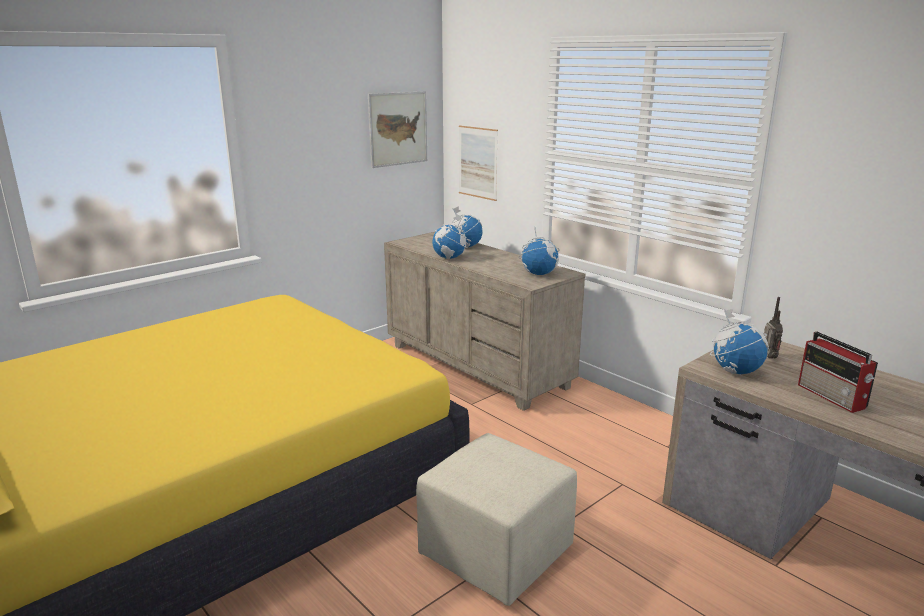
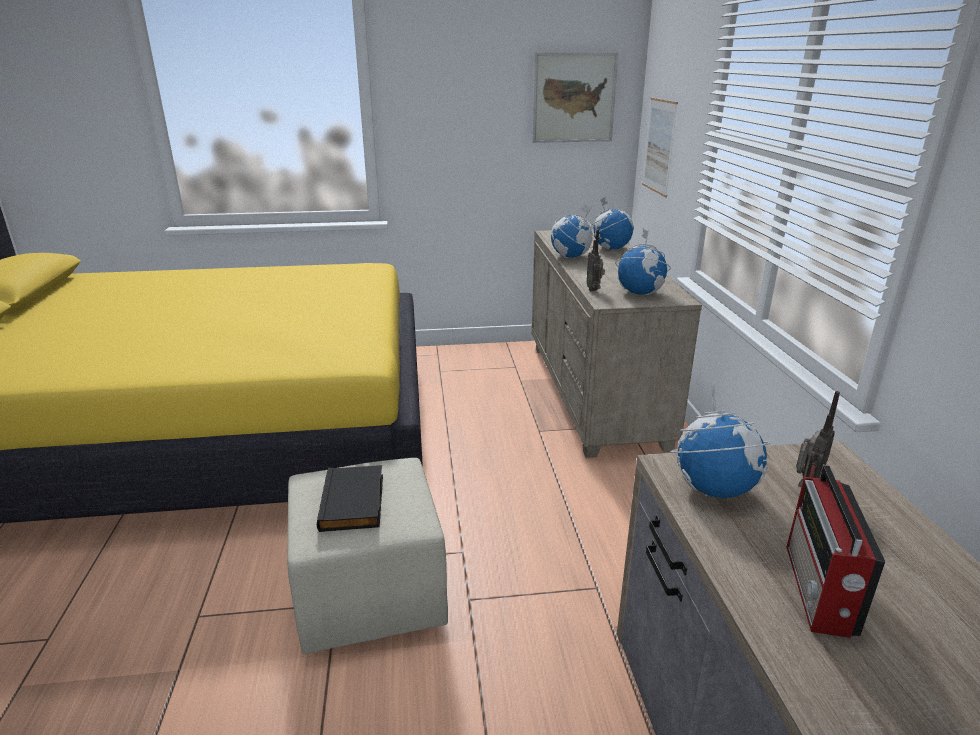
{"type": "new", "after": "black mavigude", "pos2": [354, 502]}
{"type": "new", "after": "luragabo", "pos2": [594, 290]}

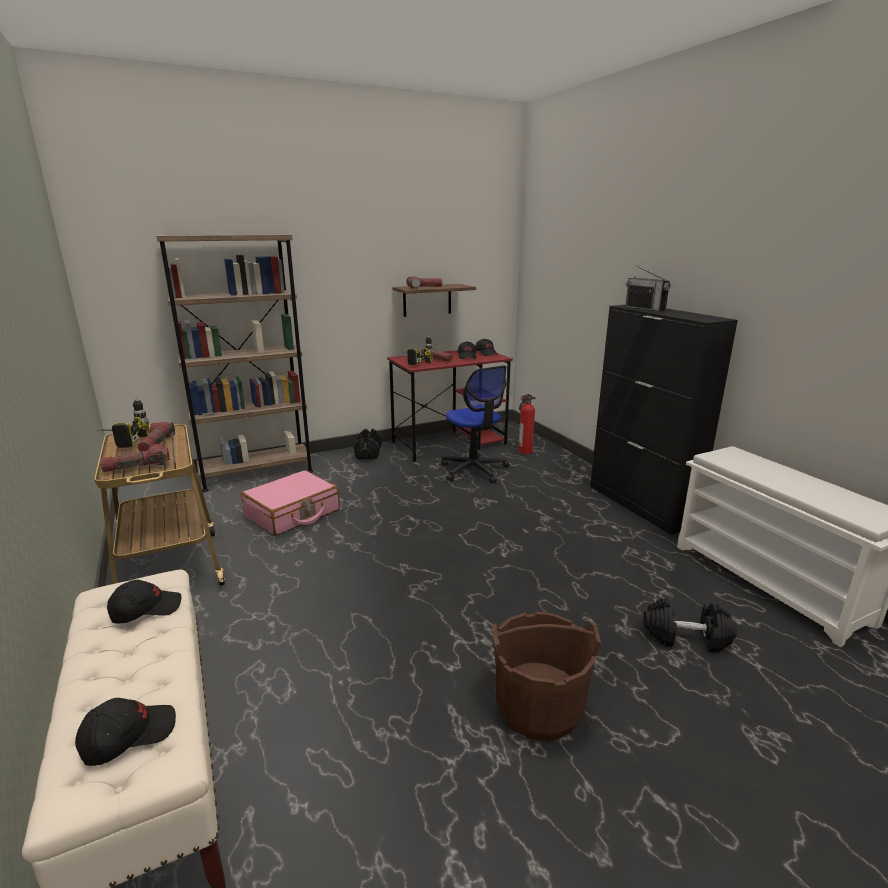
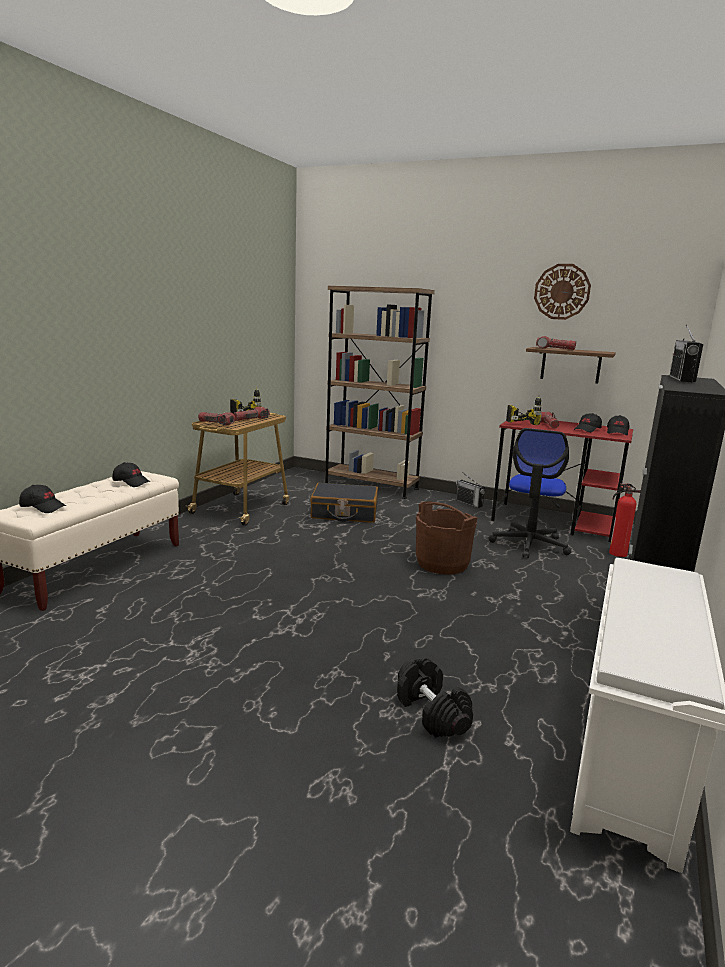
{"type": "new", "after": "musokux", "pos2": [562, 291]}
{"type": "shifted", "before": "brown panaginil", "pos1": [538, 707], "pos2": [442, 564]}
{"type": "swapped", "before": "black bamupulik", "after": "luragabo", "pos1": [368, 453], "pos2": [469, 503]}
{"type": "repainted", "before": "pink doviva", "after": "black doviva", "pos1": [292, 513], "pos2": [344, 513]}

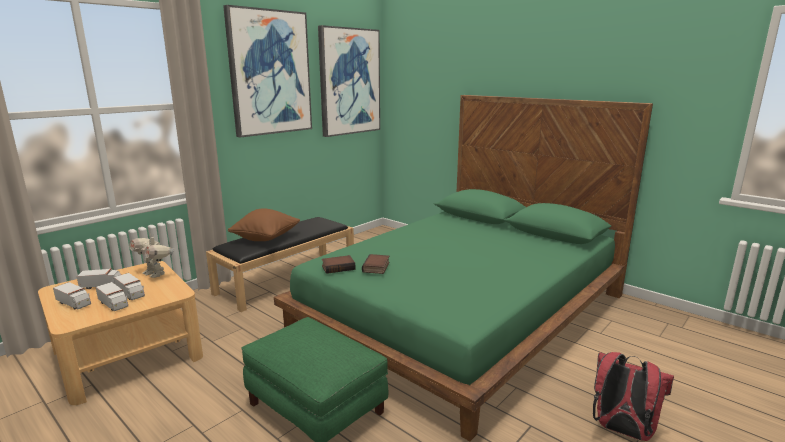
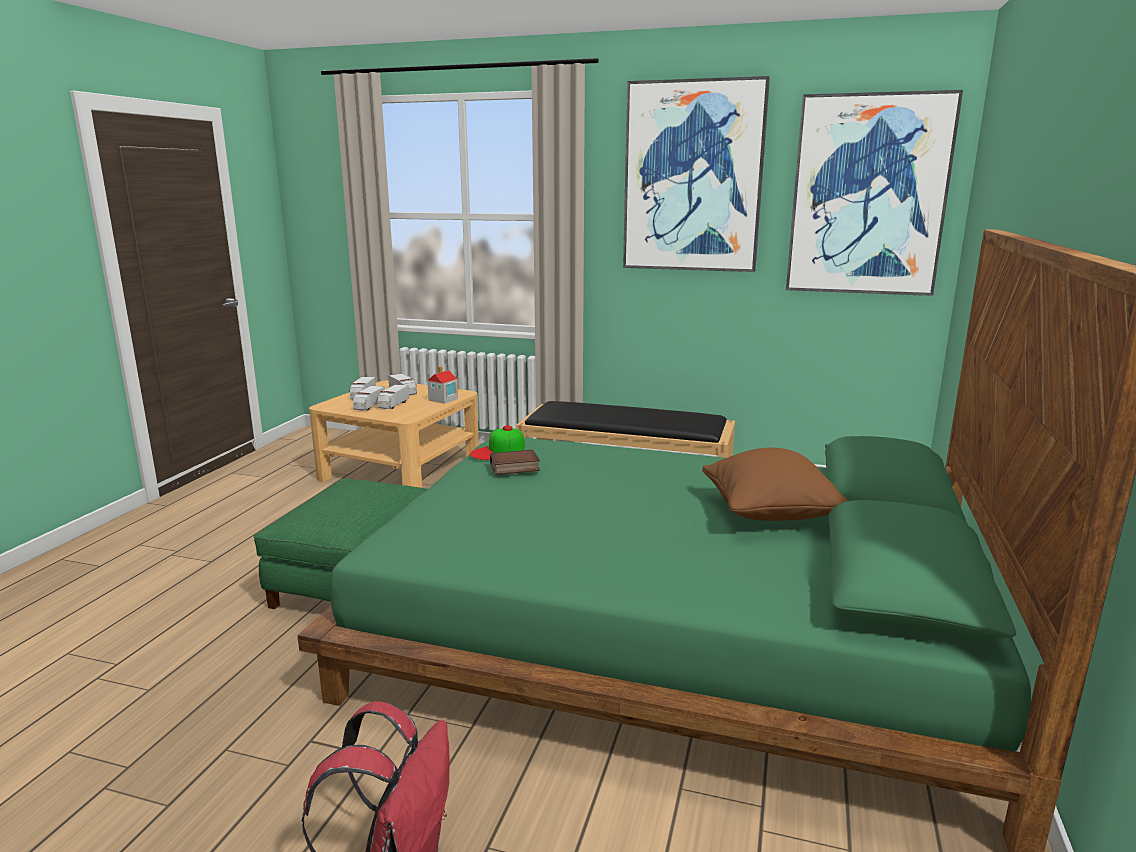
{"type": "shifted", "before": "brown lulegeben", "pos1": [266, 239], "pos2": [769, 516]}
{"type": "swapped", "before": "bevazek", "after": "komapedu", "pos1": [155, 274], "pos2": [443, 399]}
{"type": "swapped", "before": "mavigude", "after": "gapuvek", "pos1": [338, 267], "pos2": [498, 450]}

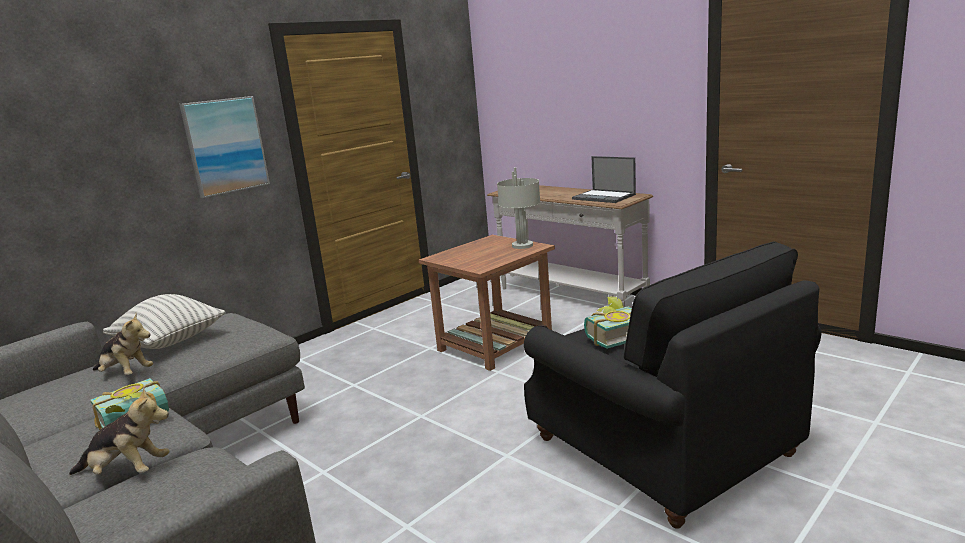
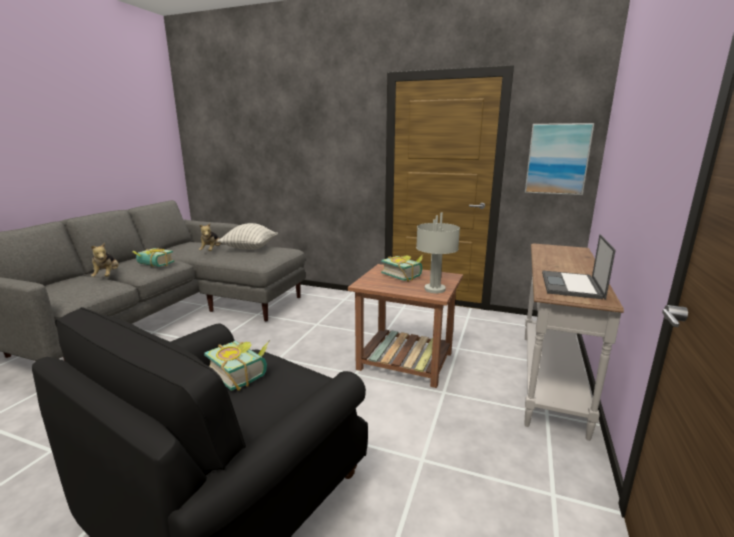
{"type": "new", "after": "mavigude", "pos2": [404, 275]}
{"type": "shifted", "before": "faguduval", "pos1": [225, 146], "pos2": [557, 159]}

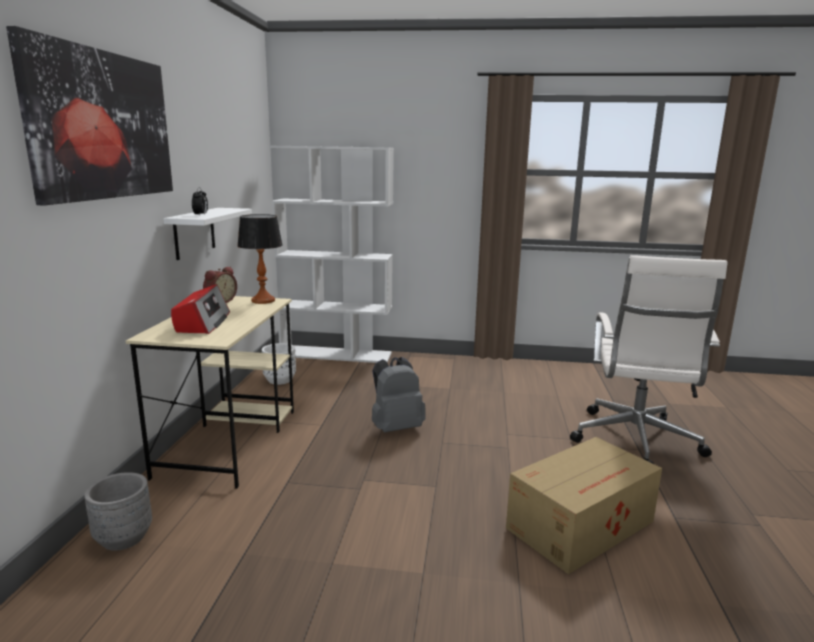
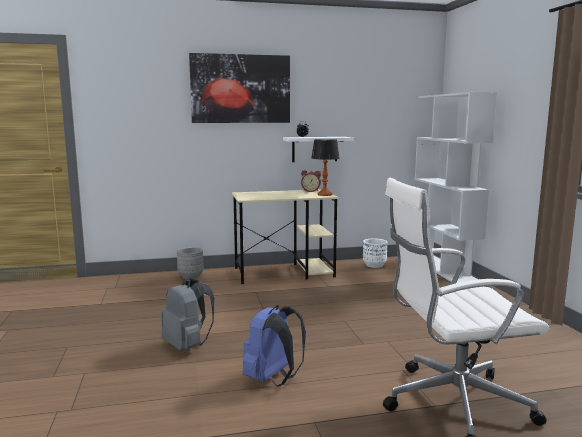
{"type": "gone", "before": "luragabo", "pos1": [202, 322]}
{"type": "shifted", "before": "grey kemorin", "pos1": [395, 427], "pos2": [187, 346]}
{"type": "swapped", "before": "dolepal", "after": "blue kemorin", "pos1": [582, 524], "pos2": [273, 379]}

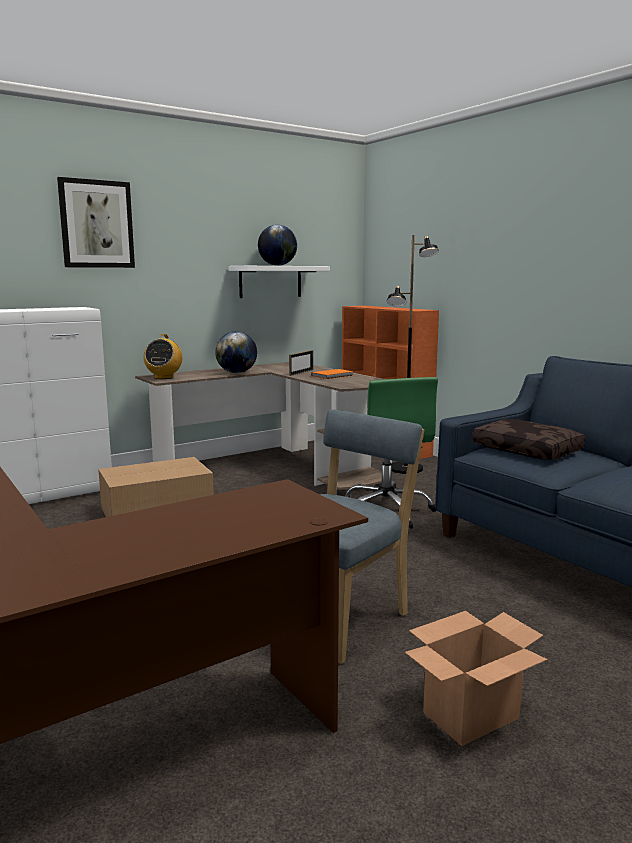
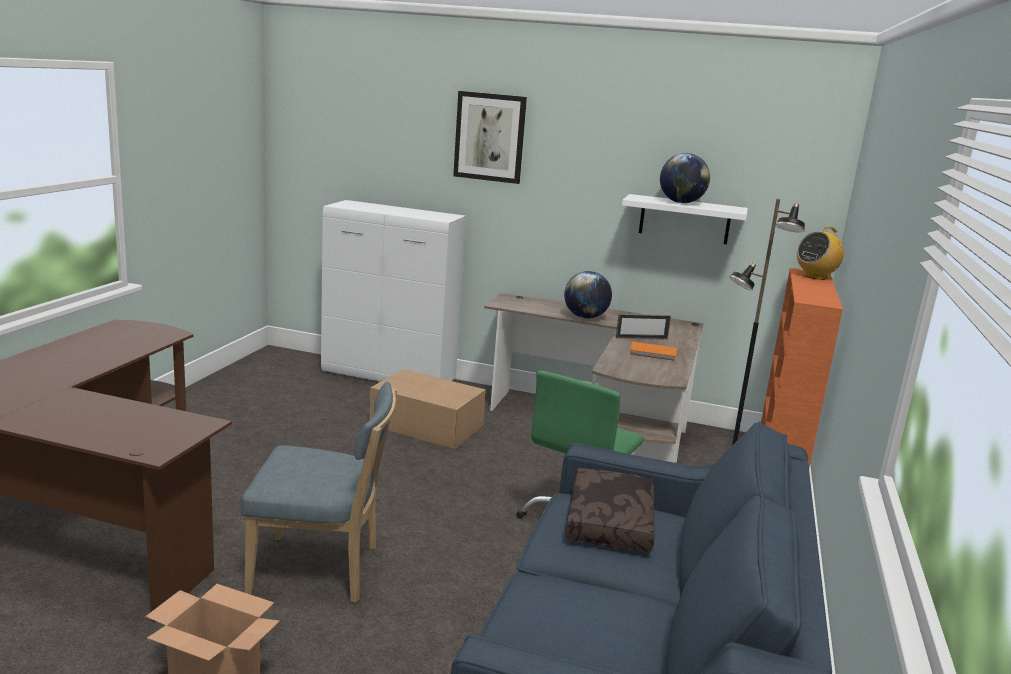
{"type": "shifted", "before": "luragabo", "pos1": [164, 377], "pos2": [815, 277]}

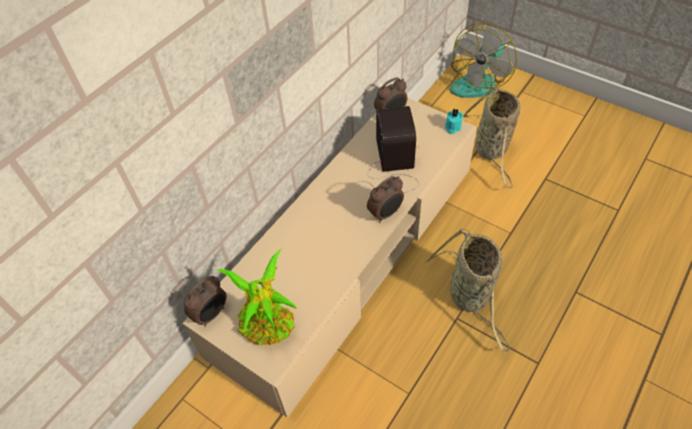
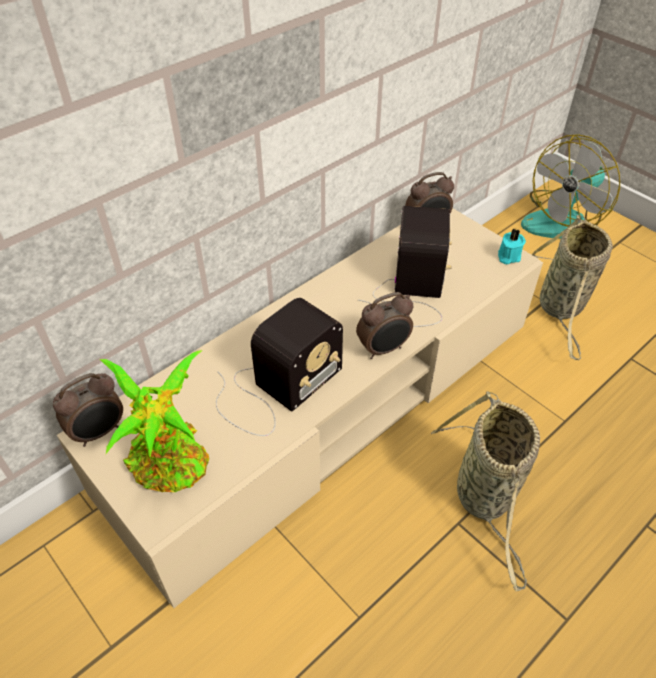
{"type": "new", "after": "luragabo", "pos2": [275, 389]}

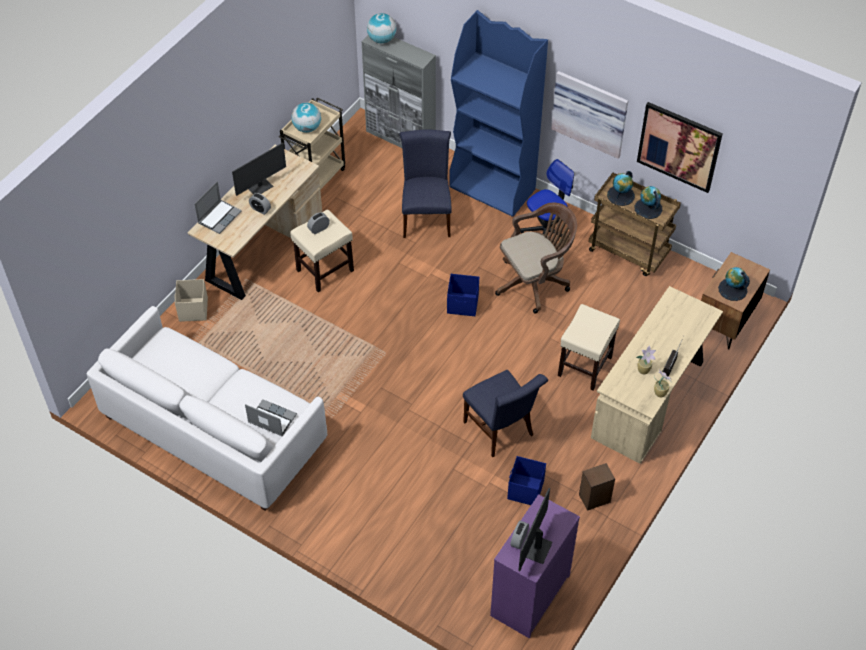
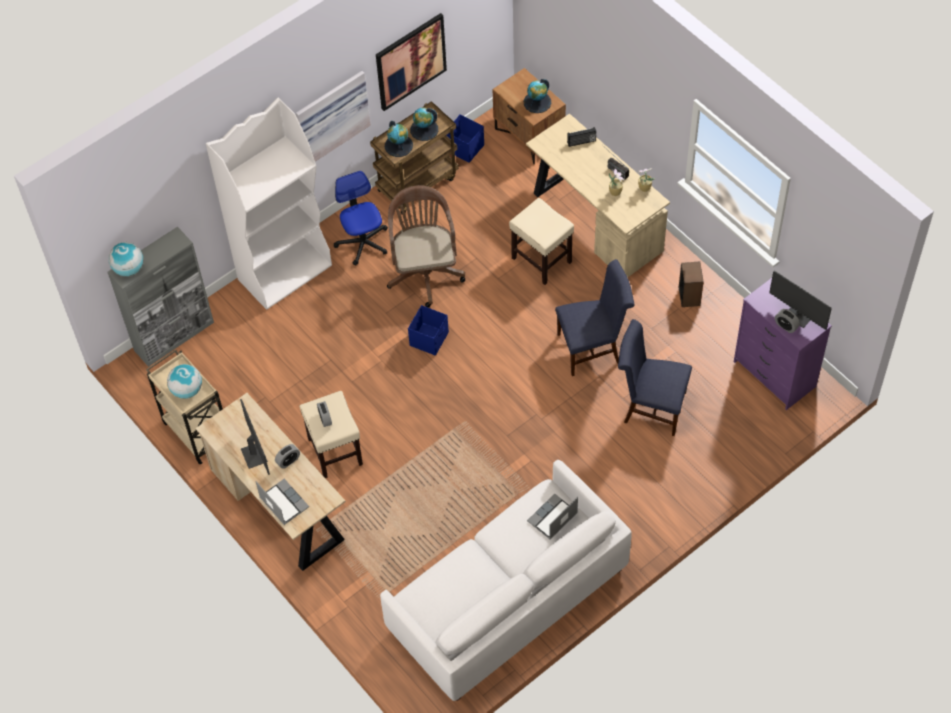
{"type": "gone", "before": "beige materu", "pos1": [193, 310]}
{"type": "new", "after": "luragabo", "pos2": [581, 142]}
{"type": "shifted", "before": "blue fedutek", "pos1": [426, 217], "pos2": [650, 406]}
{"type": "shifted", "before": "blue materu", "pos1": [525, 490], "pos2": [465, 148]}
{"type": "repainted", "before": "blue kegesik", "after": "white kegesik", "pos1": [493, 188], "pos2": [285, 271]}

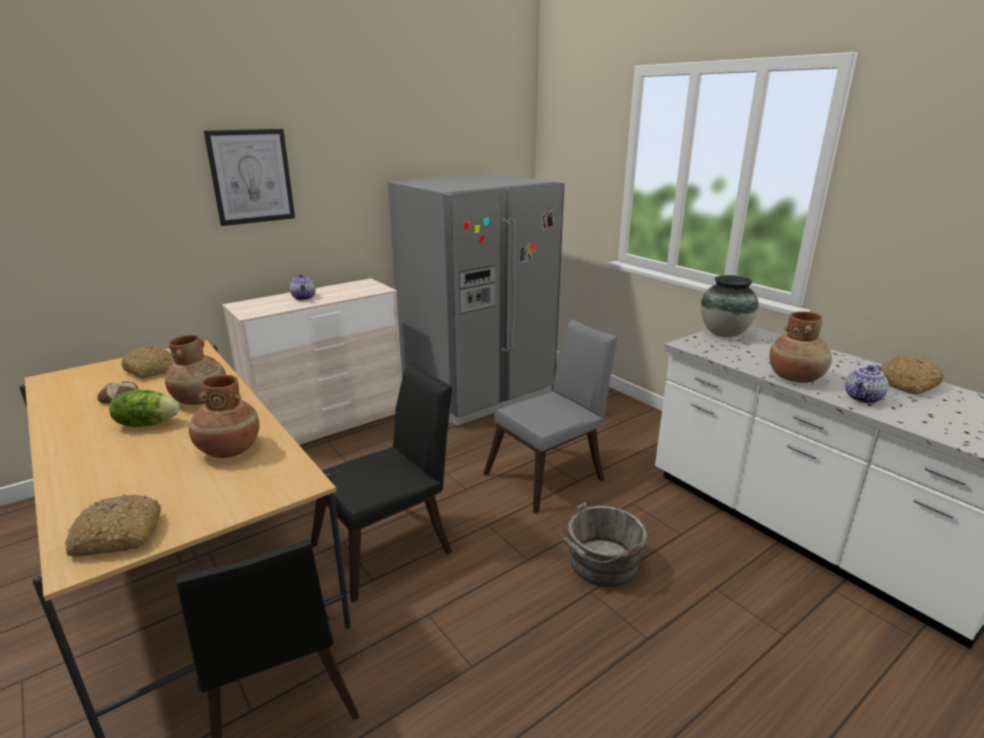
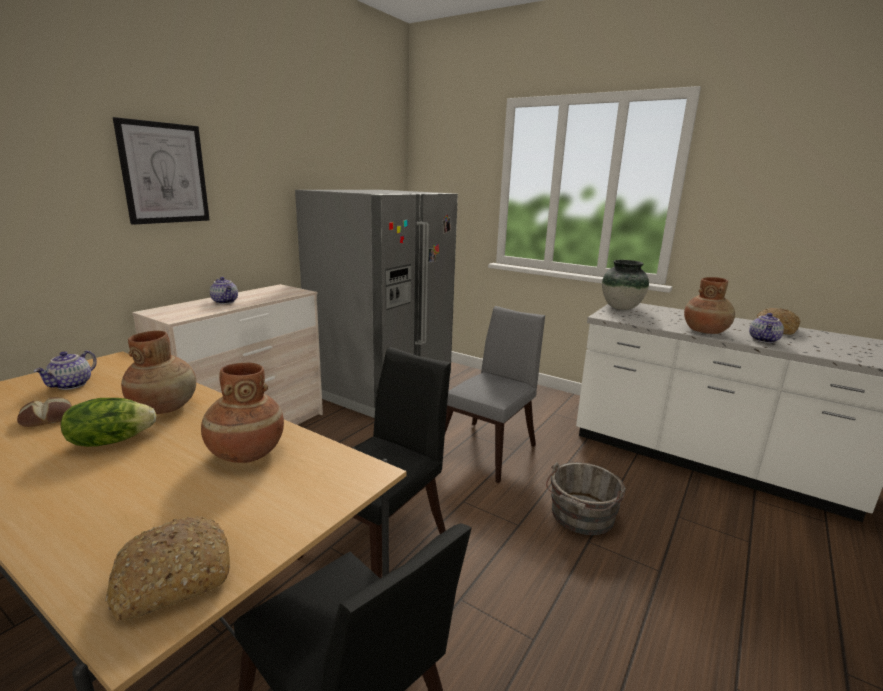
{"type": "swapped", "before": "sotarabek", "after": "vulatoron", "pos1": [152, 370], "pos2": [72, 385]}

